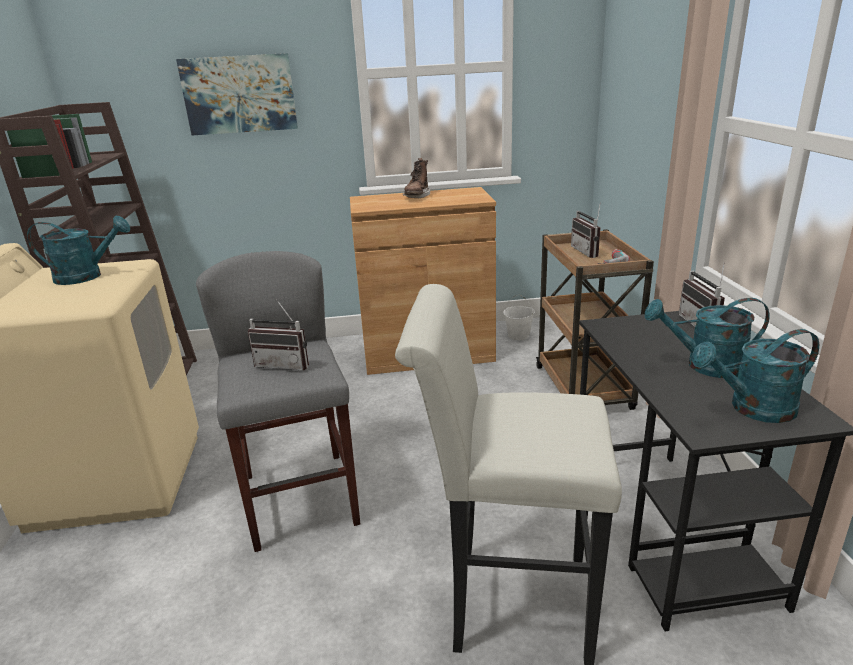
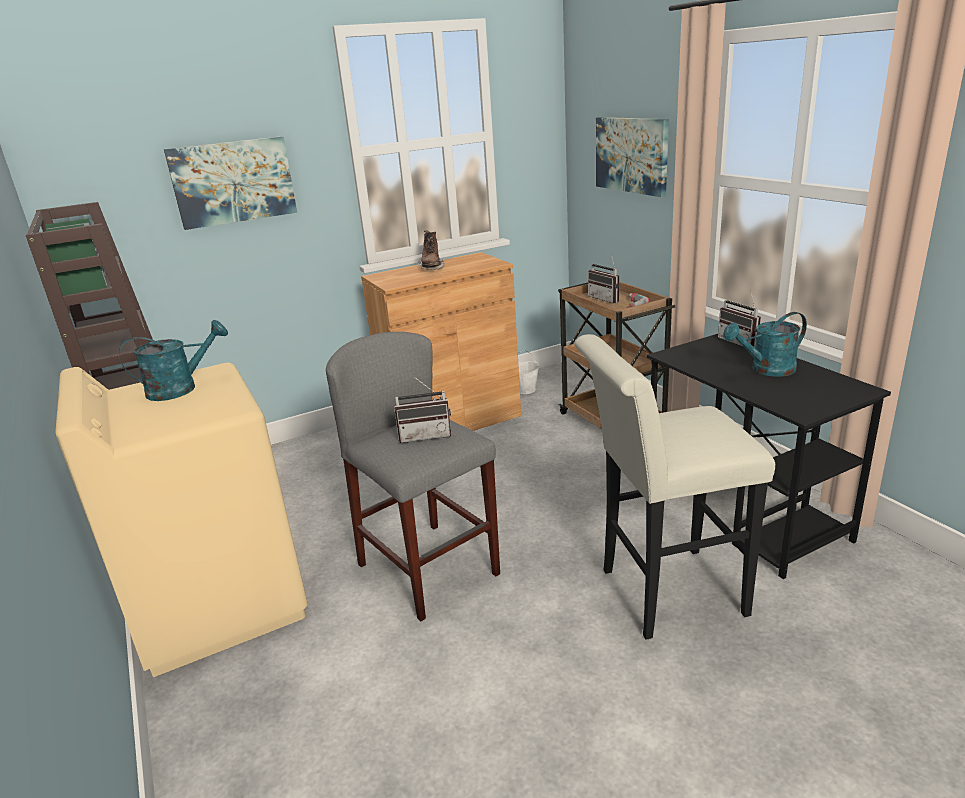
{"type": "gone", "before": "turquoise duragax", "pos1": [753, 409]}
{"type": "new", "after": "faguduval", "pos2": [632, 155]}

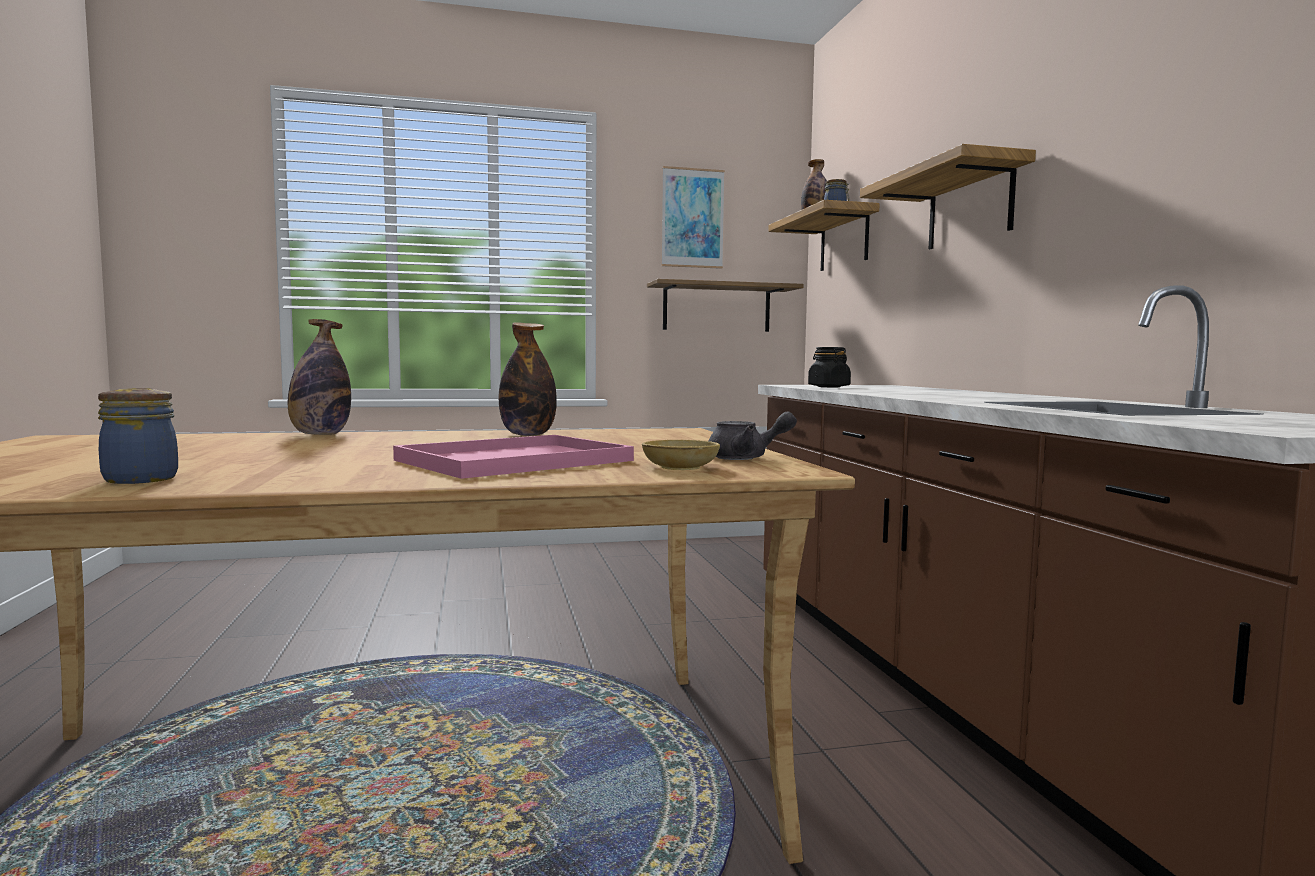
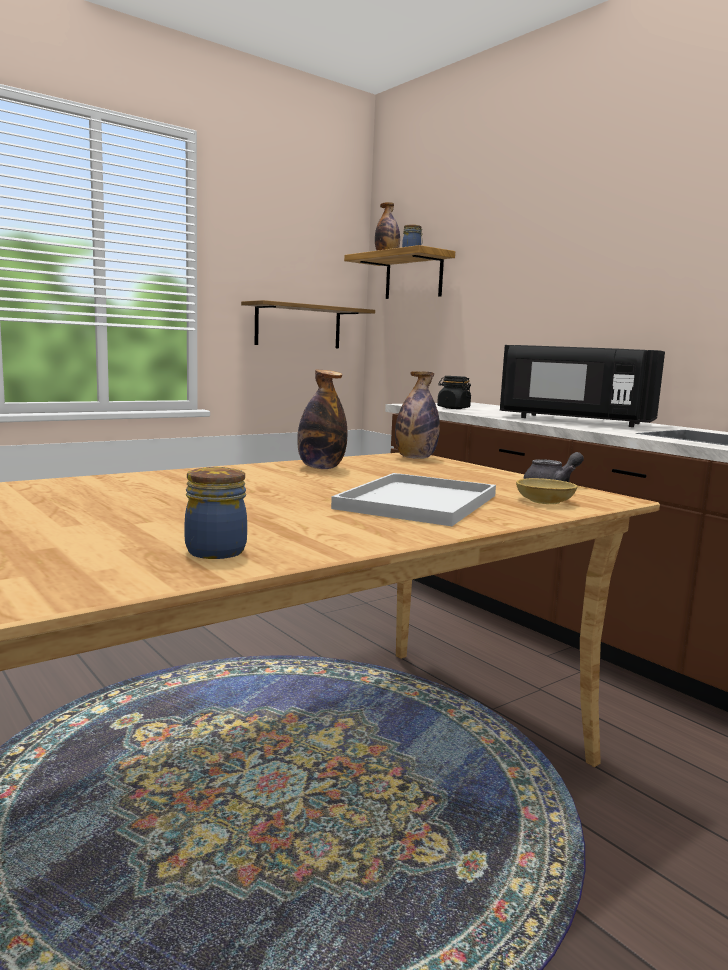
{"type": "gone", "before": "faguduval", "pos1": [692, 218]}
{"type": "gone", "before": "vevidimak", "pos1": [969, 207]}
{"type": "new", "after": "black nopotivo", "pos2": [574, 421]}
{"type": "shifted", "before": "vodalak", "pos1": [320, 434], "pos2": [415, 458]}
{"type": "repainted", "before": "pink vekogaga", "after": "white vekogaga", "pos1": [512, 461], "pos2": [419, 502]}

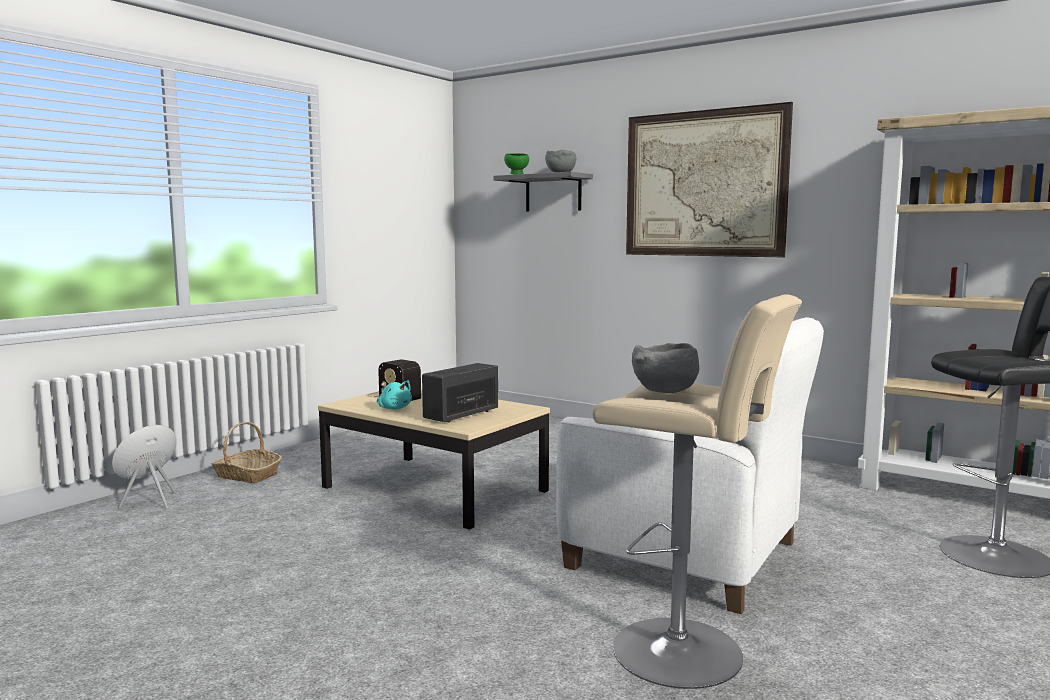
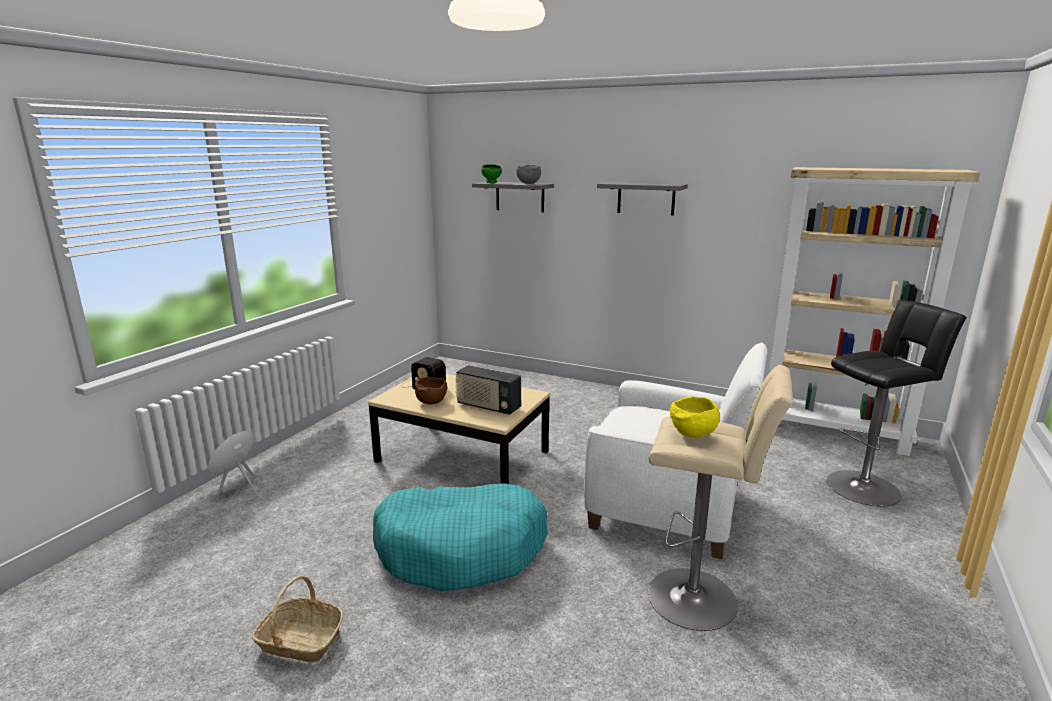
{"type": "new", "after": "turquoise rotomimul", "pos2": [462, 549]}
{"type": "shifted", "before": "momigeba", "pos1": [247, 475], "pos2": [300, 641]}
{"type": "swapped", "before": "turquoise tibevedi", "after": "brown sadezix", "pos1": [394, 408], "pos2": [432, 402]}
{"type": "swapped", "before": "faguduval", "after": "grey vevidimak", "pos1": [704, 184], "pos2": [646, 198]}
{"type": "repainted", "before": "grey sadezix", "after": "yellow sadezix", "pos1": [664, 392], "pos2": [692, 435]}
{"type": "rotated", "before": "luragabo", "pos1": [461, 415], "pos2": [488, 407], "turn": -90}

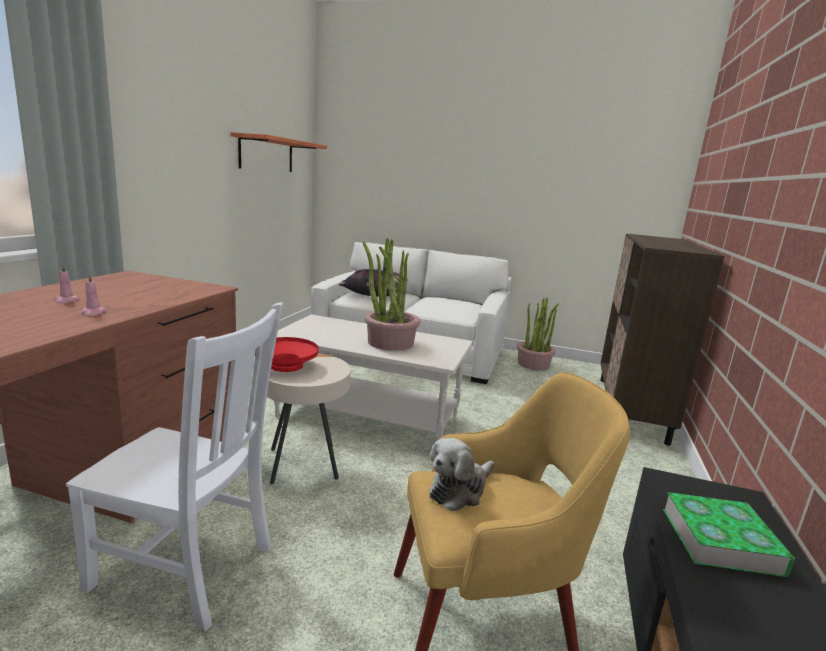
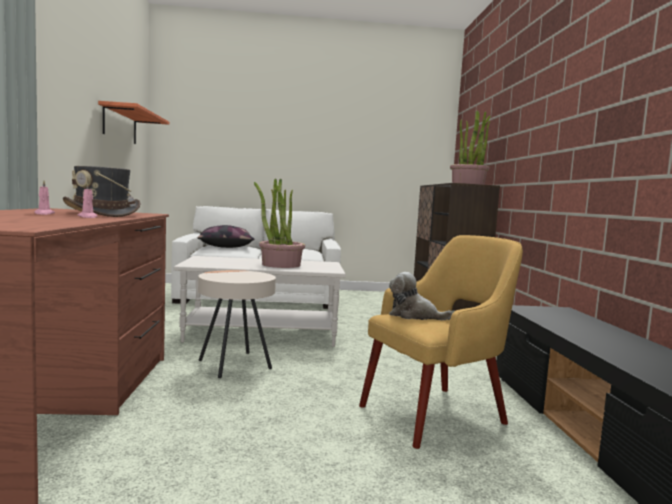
{"type": "gone", "before": "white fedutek", "pos1": [188, 569]}
{"type": "gone", "before": "red sadezix", "pos1": [286, 366]}
{"type": "gone", "before": "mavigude", "pos1": [720, 540]}
{"type": "new", "after": "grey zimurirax", "pos2": [103, 214]}
{"type": "shifted", "before": "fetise", "pos1": [533, 364], "pos2": [468, 184]}
{"type": "rotated", "before": "tibevedi", "pos1": [459, 490], "pos2": [414, 316], "turn": 90}

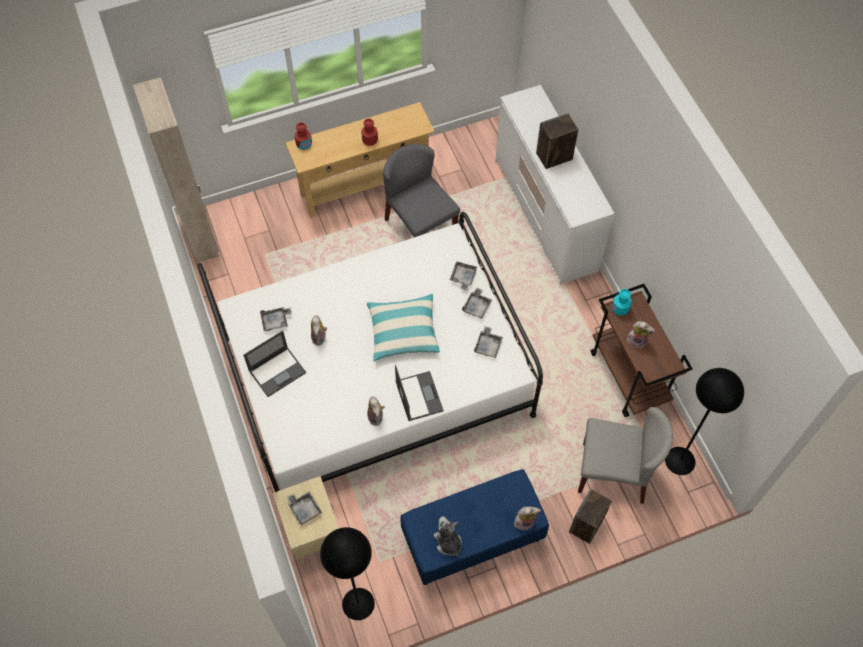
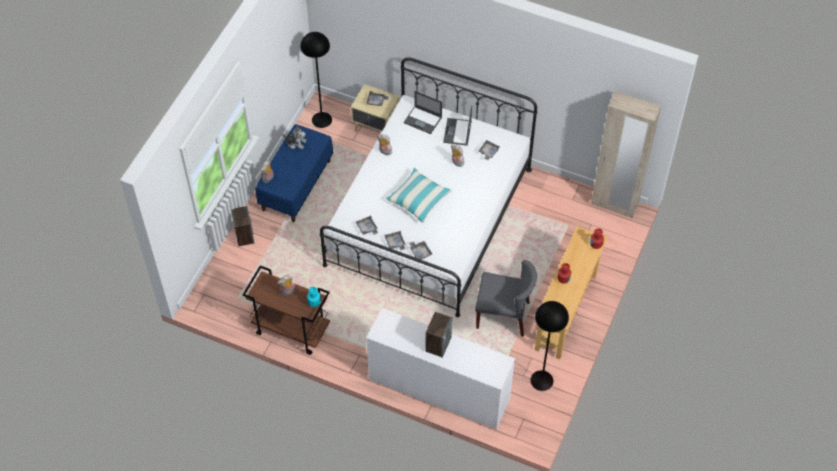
{"type": "gone", "before": "grey fedutek", "pos1": [613, 472]}
{"type": "shifted", "before": "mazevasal", "pos1": [418, 395], "pos2": [423, 120]}
{"type": "shifted", "before": "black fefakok", "pos1": [680, 460], "pos2": [541, 380]}

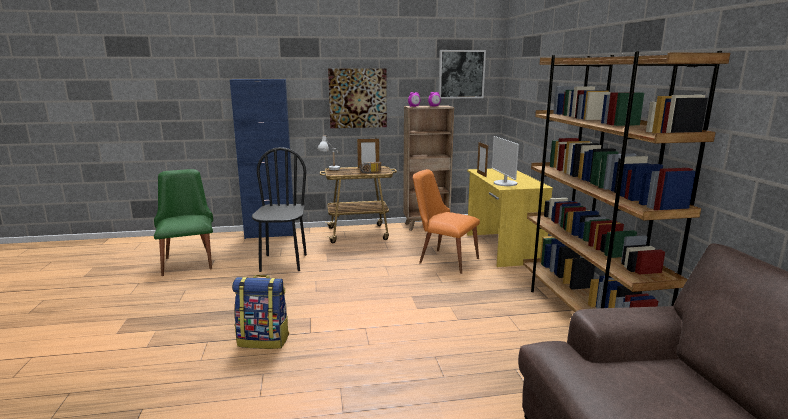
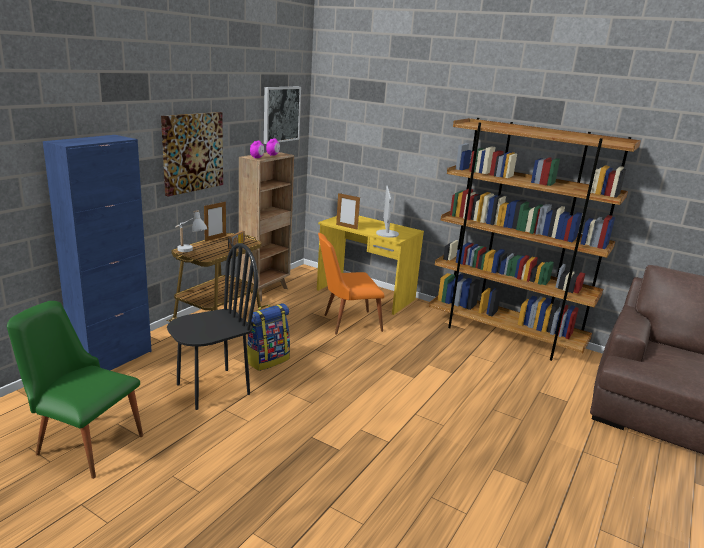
{"type": "shifted", "before": "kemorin", "pos1": [264, 340], "pos2": [267, 360]}
{"type": "rotated", "before": "black fedutek", "pos1": [283, 263], "pos2": [213, 389], "turn": 105}
{"type": "rotated", "before": "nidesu", "pos1": [505, 183], "pos2": [387, 234], "turn": 60}

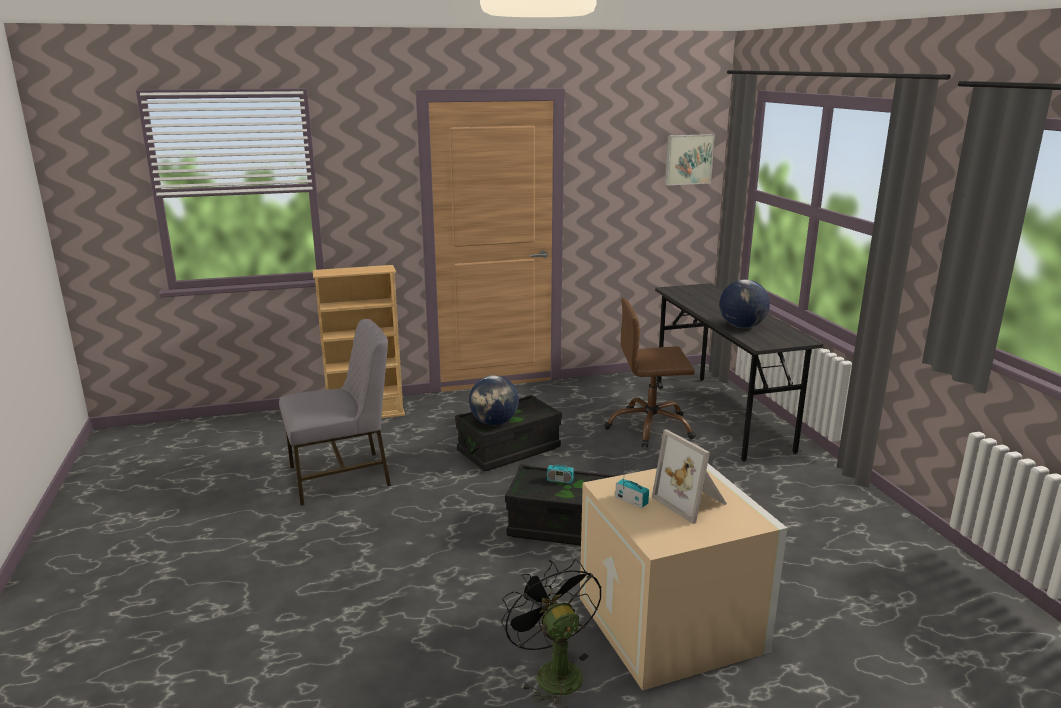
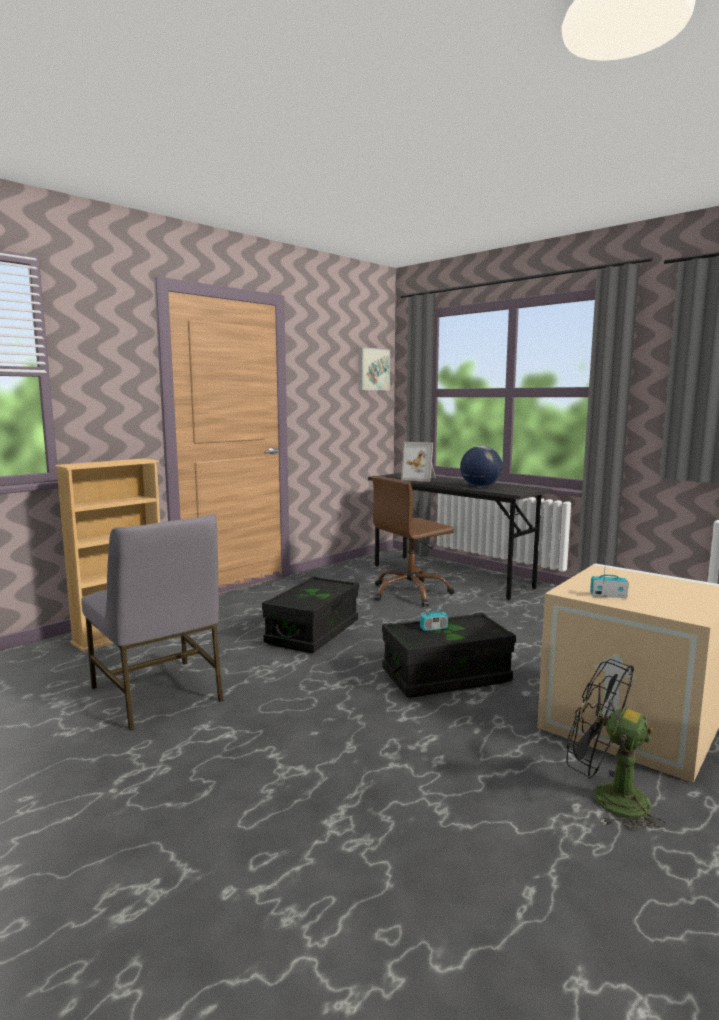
{"type": "gone", "before": "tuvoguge", "pos1": [494, 422]}
{"type": "shifted", "before": "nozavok", "pos1": [692, 502], "pos2": [420, 479]}
{"type": "rotated", "before": "grey fedutek", "pos1": [342, 477], "pos2": [159, 694], "turn": 105}

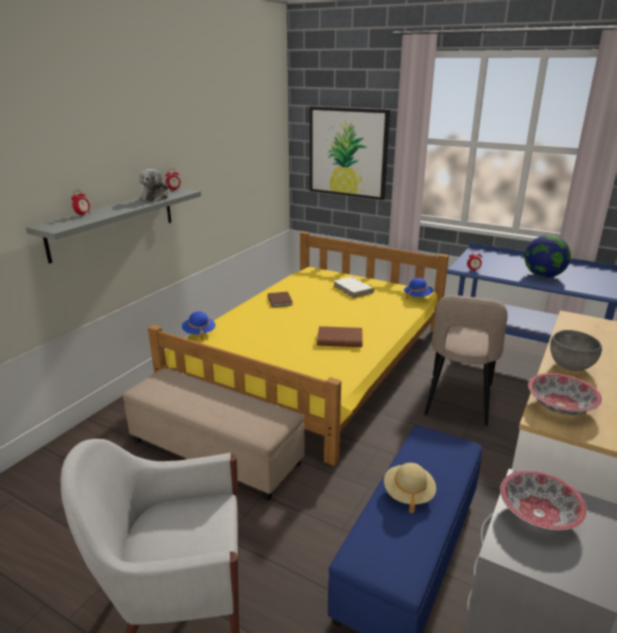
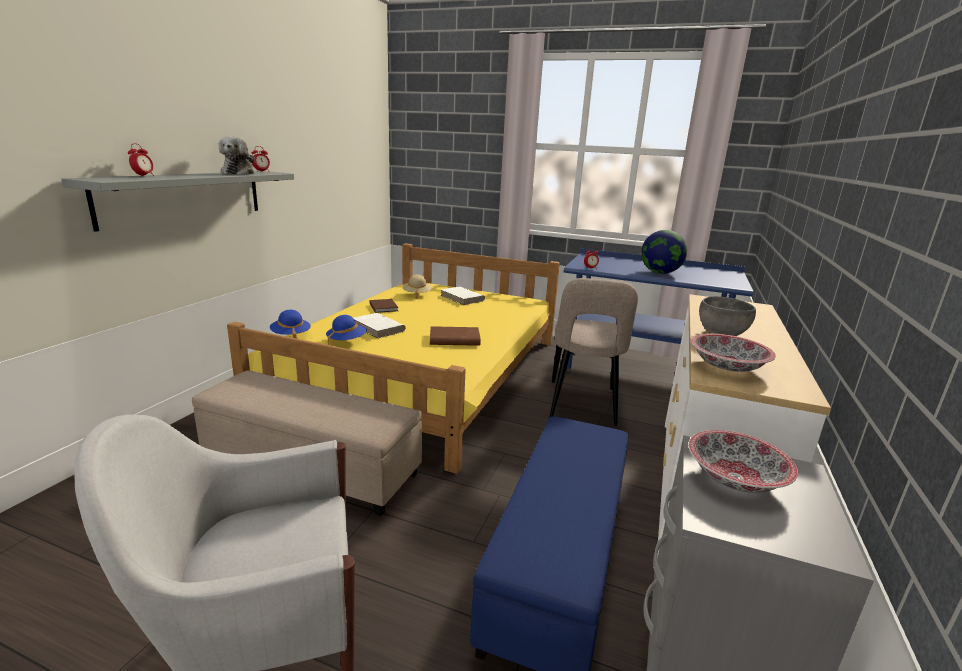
{"type": "gone", "before": "faguduval", "pos1": [348, 152]}
{"type": "new", "after": "white mavigude", "pos2": [378, 328]}
{"type": "shifted", "before": "beige zimurirax", "pos1": [408, 493], "pos2": [417, 294]}
{"type": "shifted", "before": "blue zimurirax", "pos1": [417, 297], "pos2": [346, 341]}

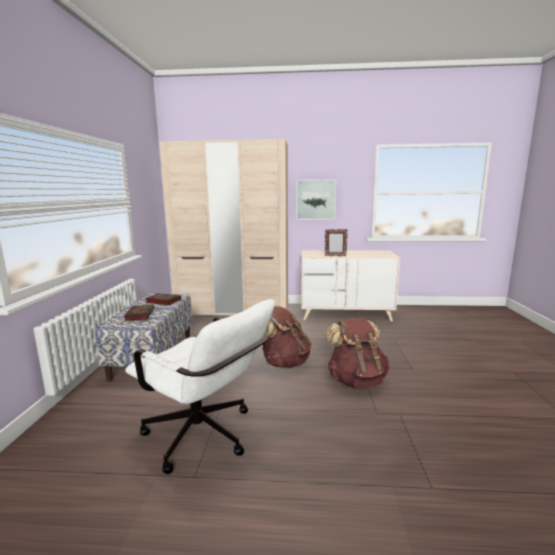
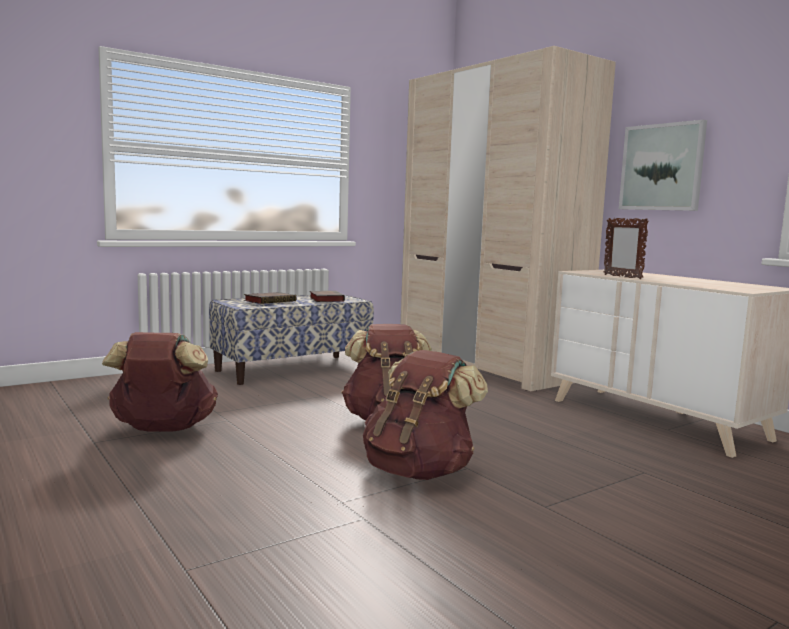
{"type": "swapped", "before": "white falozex", "after": "brown kemorin", "pos1": [206, 438], "pos2": [163, 429]}

